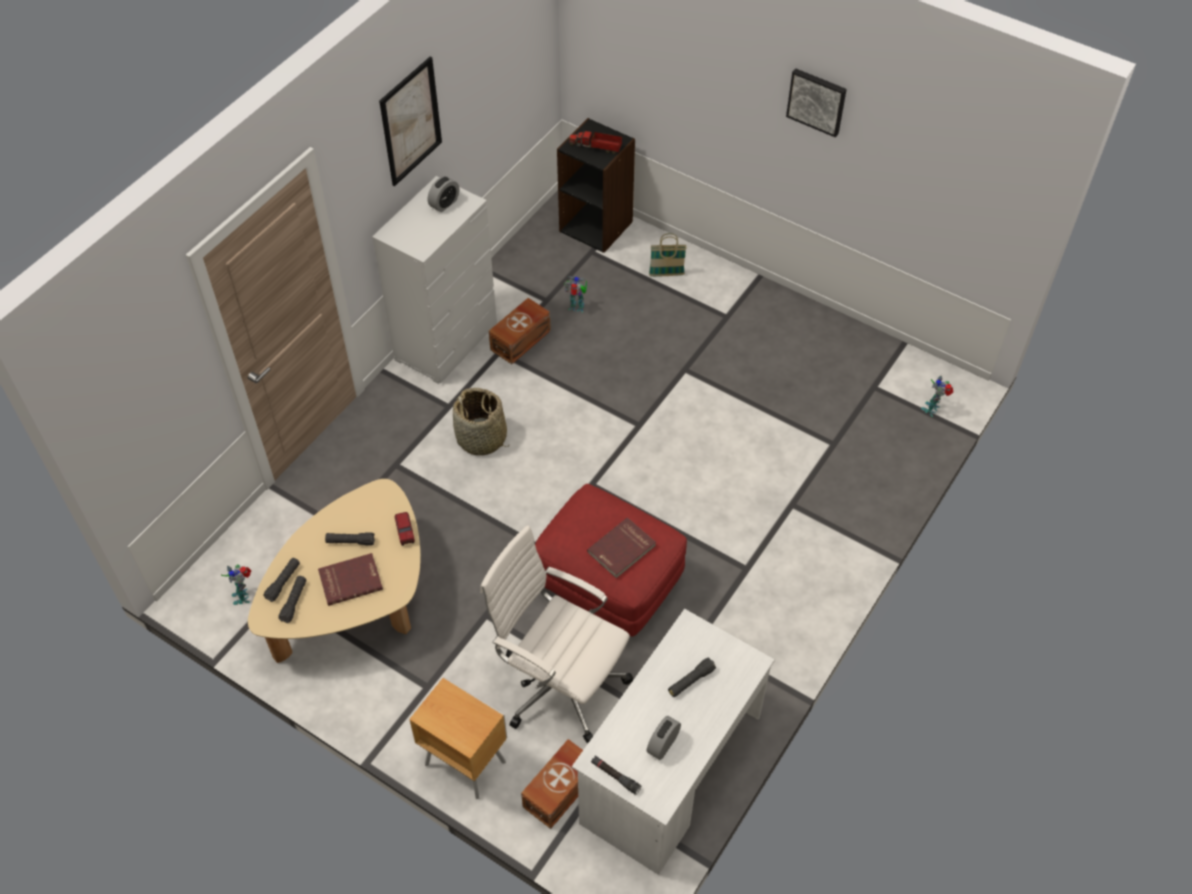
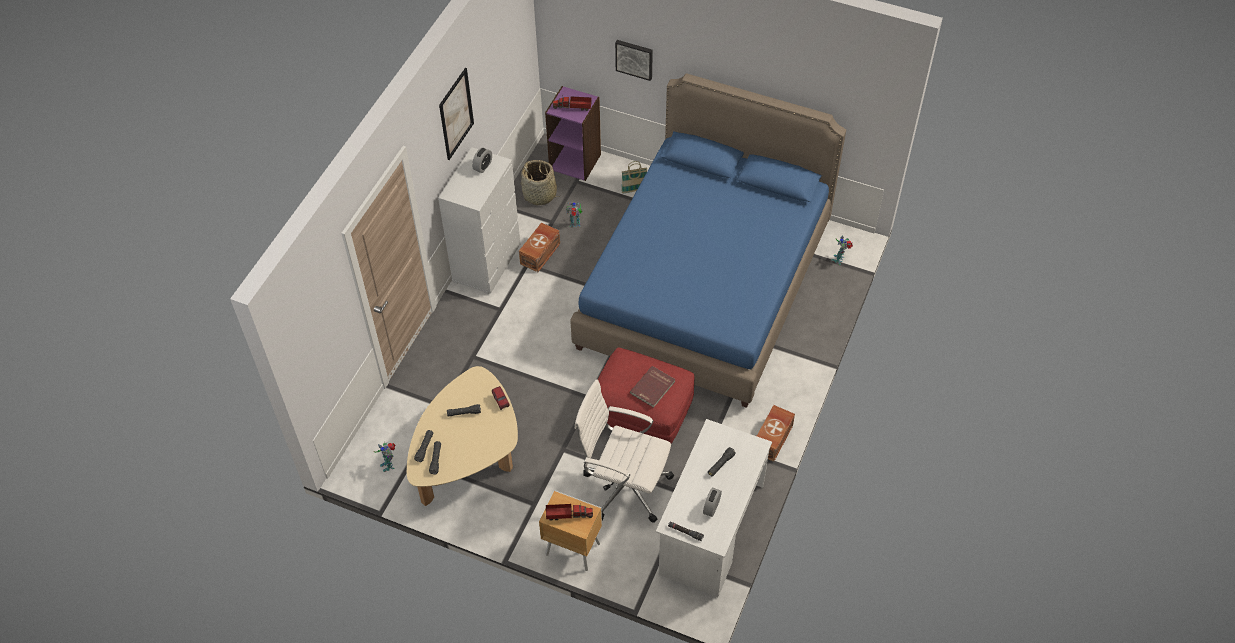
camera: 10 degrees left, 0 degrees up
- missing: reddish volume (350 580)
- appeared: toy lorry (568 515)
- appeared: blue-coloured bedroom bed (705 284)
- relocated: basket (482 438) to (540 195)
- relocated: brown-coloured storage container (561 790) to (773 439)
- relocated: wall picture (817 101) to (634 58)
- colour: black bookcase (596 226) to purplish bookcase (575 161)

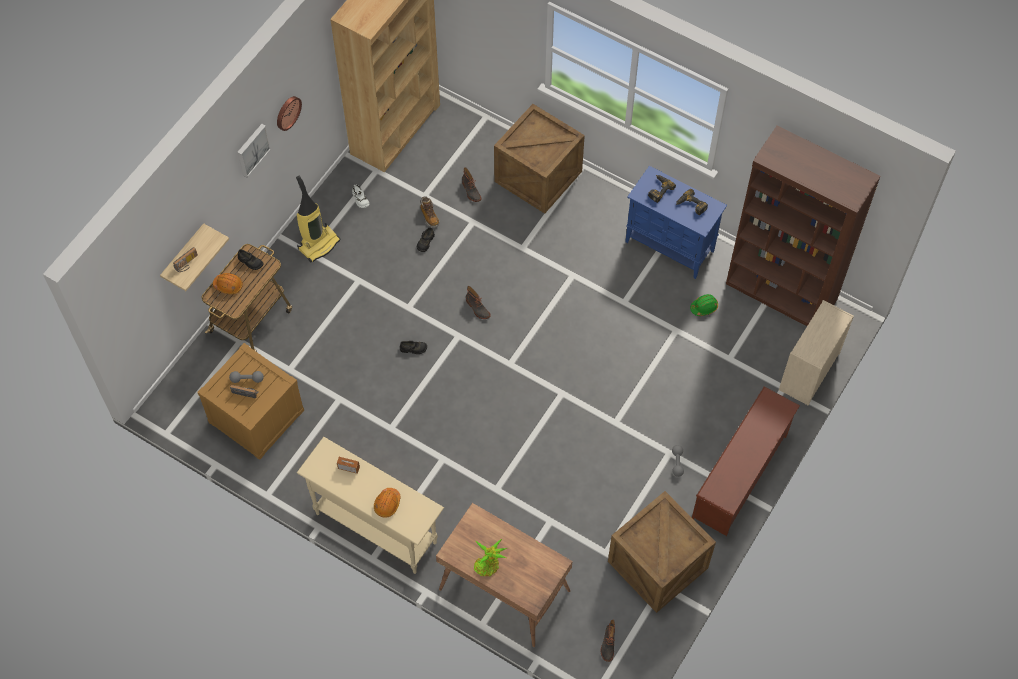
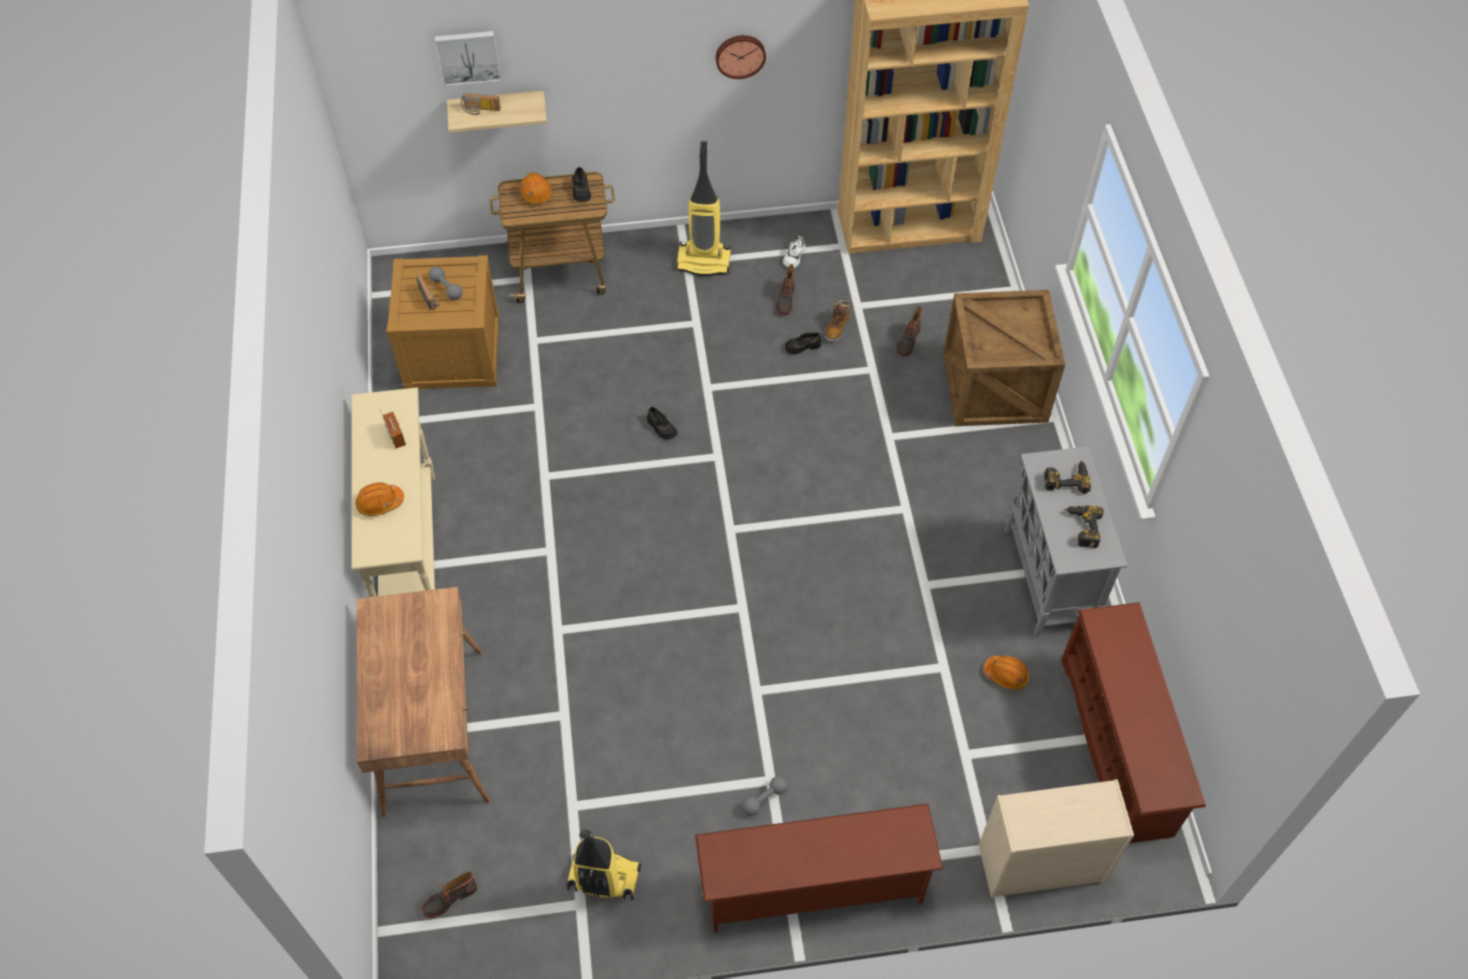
camera: 50 degrees right, 5 degrees down
- missing: potted plant (488 564)
- relocated: wall picture (252 149) to (468 56)
- relocated: boot (477 308) to (785 300)
- exchanged: shipping crate (657 566) to hoover (603 879)
- exchanged: brown-coloured bookcase (781 292) to brown-coloured shoe rack (1118 747)
- colour: blue-coloured storage cabinet (670 246) to gray storage cabinet (1049 579)
- colour: green-coloured hard hat (704 307) to orangey hard hat (1006 674)

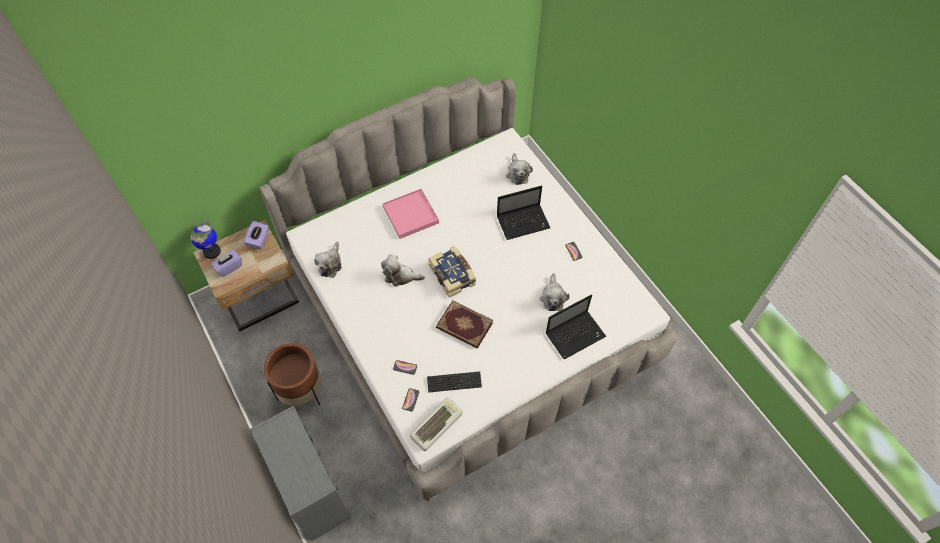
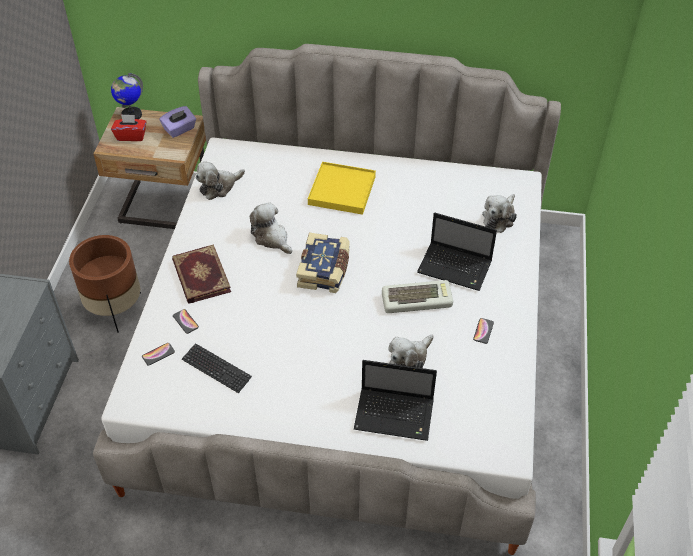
camera: 40 degrees right, 10 degrees down
- relocated: keyboard (436 424) to (417 299)
- relocated: volume (464 326) to (200 276)
- colour: purplish tissue holder (229 267) to reddish tissue holder (131 136)
- colour: pinkish carrying tray (410 215) to yellow carrying tray (342 190)

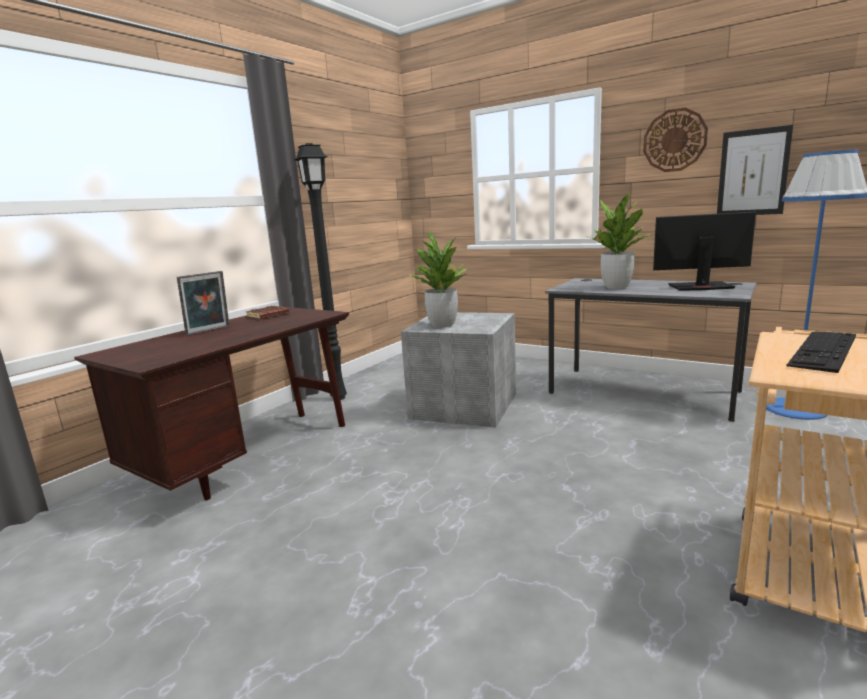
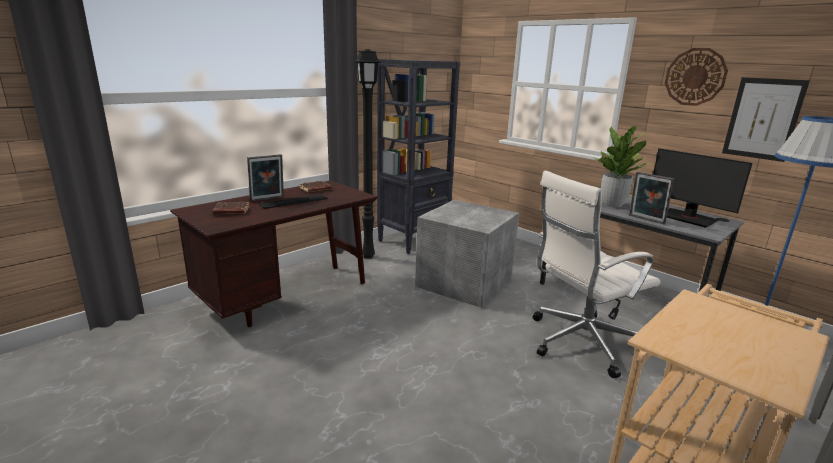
camera: 10 degrees right, 5 degrees up
- missing: potted plant (442 325)
- appeared: brown-coloured volume (231 211)
- appeared: black bookcase (414 240)
- appeared: whitish computer chair (580 342)
- appeared: standing frame (645 220)
- relocated: keyboard (823 350) to (293 201)
- spun: monitor (700 287) = (687 218) 150 degrees counterclockwise

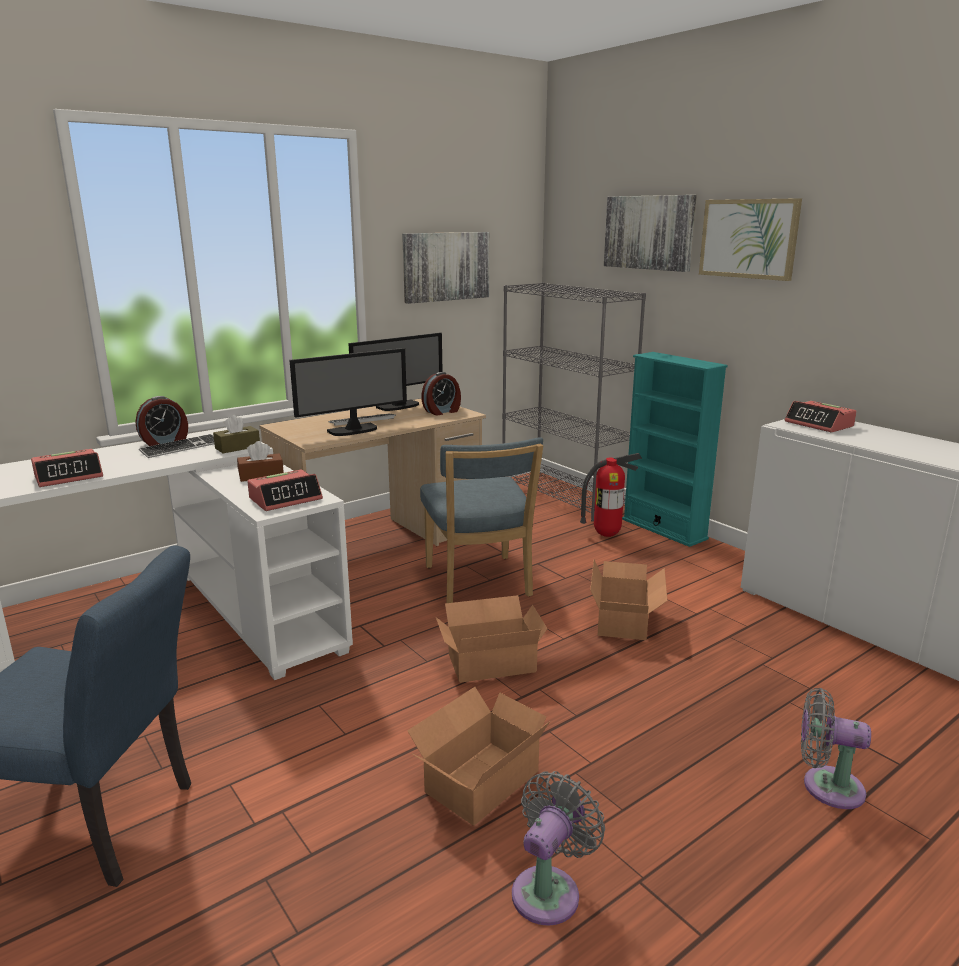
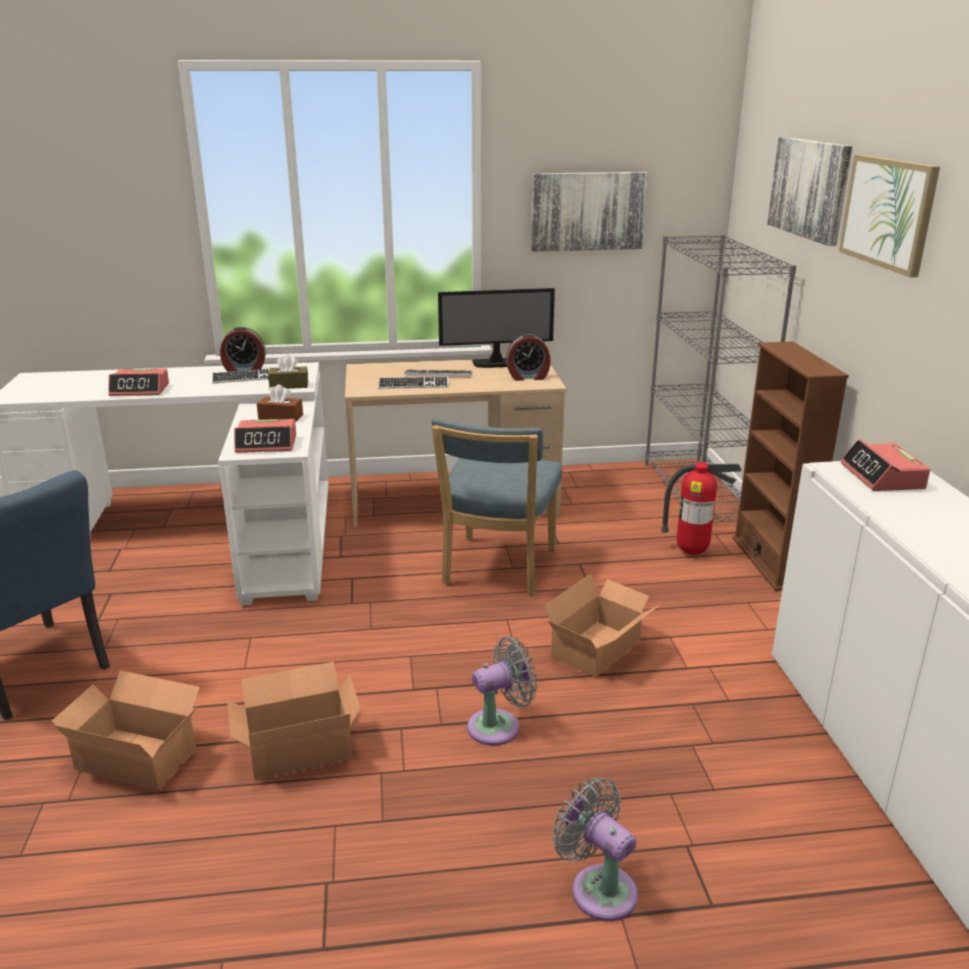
camera: 30 degrees right, 5 degrees up
- relocated: packing box (489 661) to (137 755)
- relocated: gray cooling fan (549 890) to (499 726)
- exchanged: monitor (353 431) to keyboard (413 385)
- colour: turquoise-coloured bookcase (664 529) to brown-coloured bookcase (770 562)

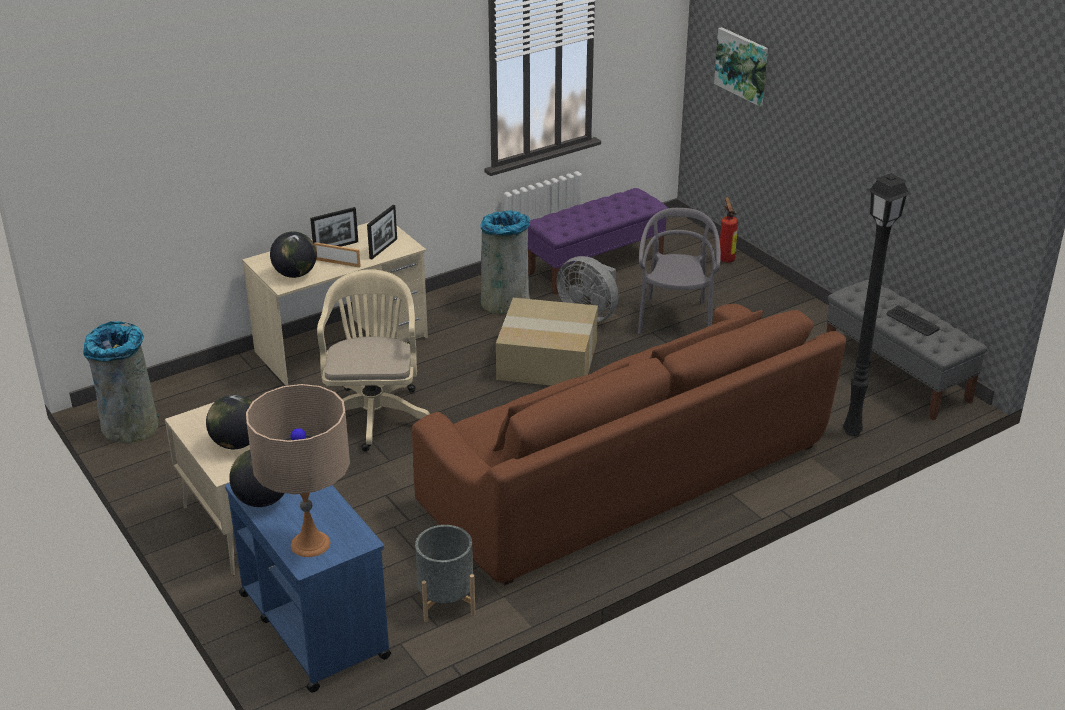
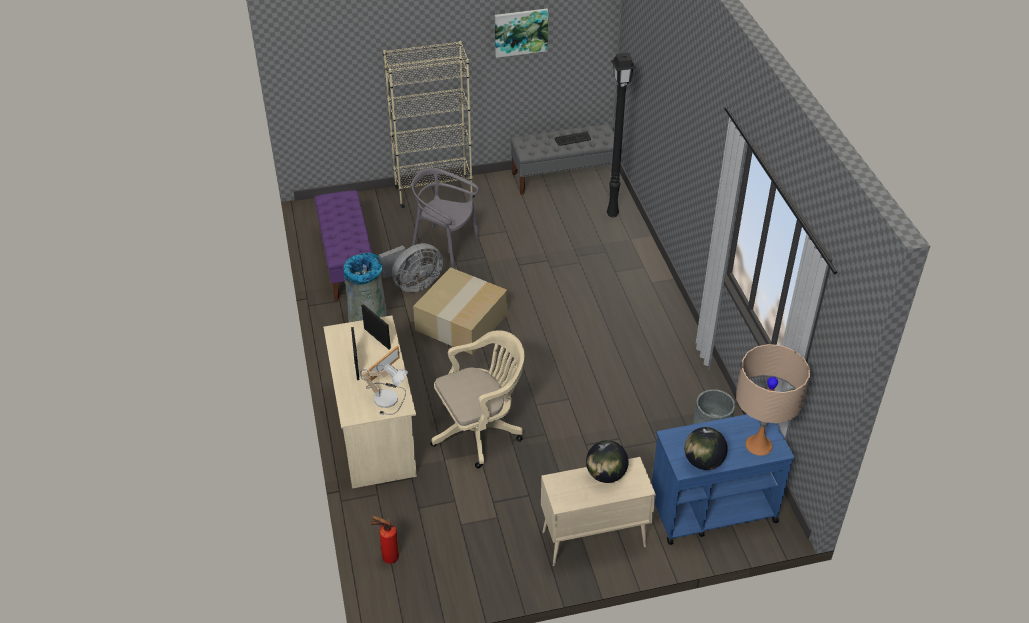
camera: 70 degrees left, 10 degrees up
- missing: gray waste bin (129 426)
- missing: brown-coloured sofa (628 478)
- appeared: beige-coloured bookcase (434 192)
- relocated: wall picture (742 65) to (520 32)
- relocated: extinguisher (726 258) to (388 557)
- exchanged: world globe (295 274) to tabletop lamp (388 397)
- spun: beige-coloured computer chair (374 412) = (480 430) 135 degrees clockwise

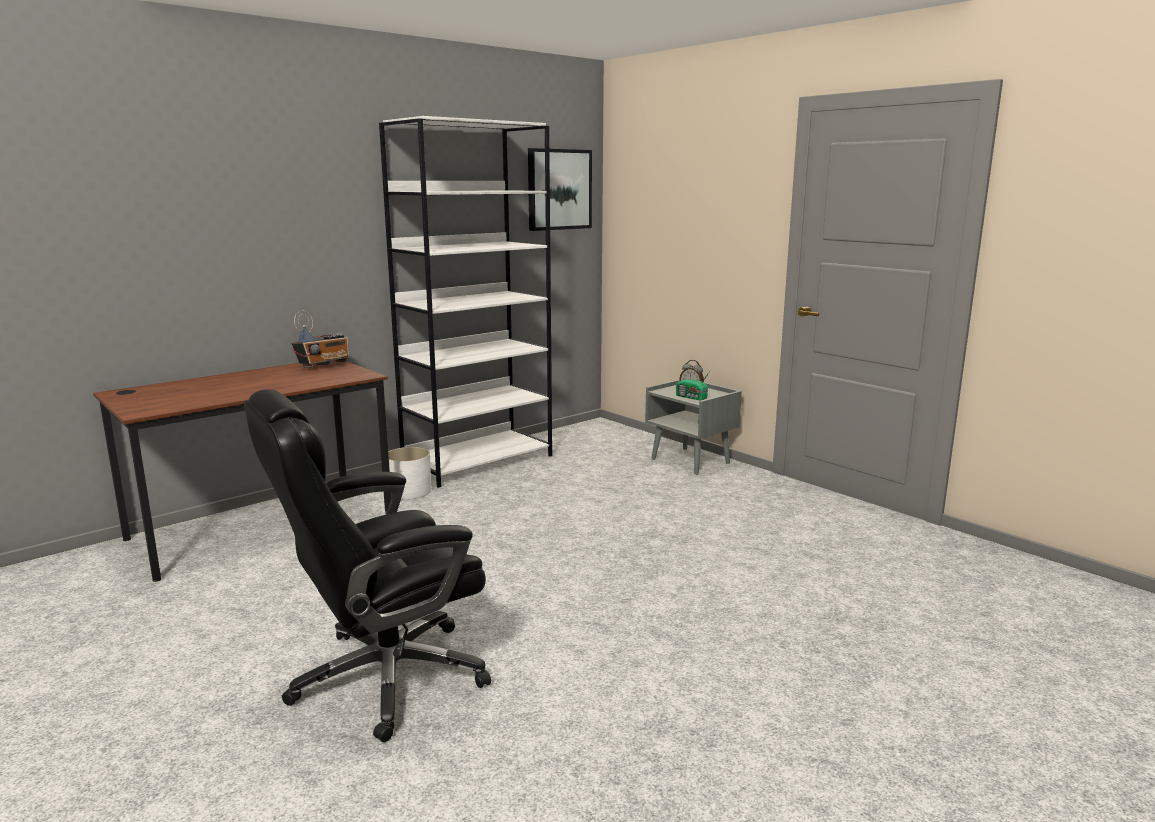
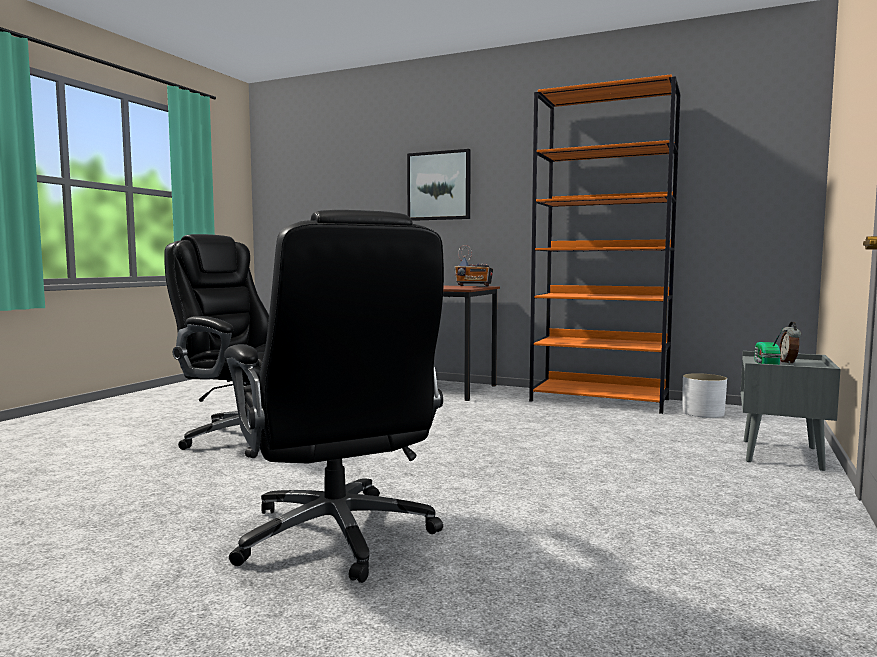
camera: 65 degrees right, 10 degrees down
- appeared: black computer chair (337 537)
- relocated: whitish plant pot (409 491) to (702 413)
- relocated: wall picture (559 189) to (439 186)
- colour: whitish bookcase (478 461) to orangey bookcase (600 400)

